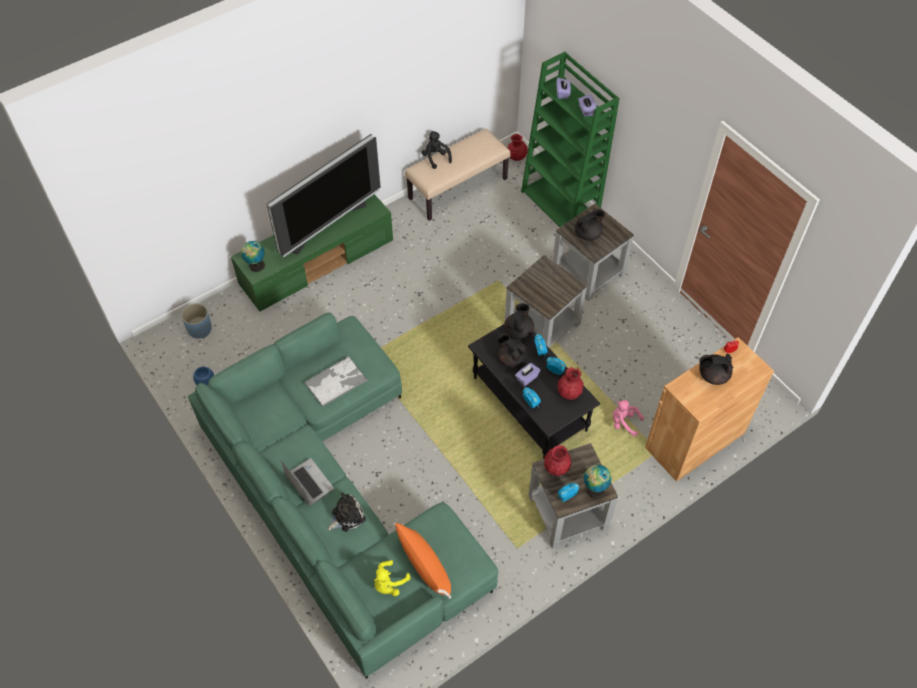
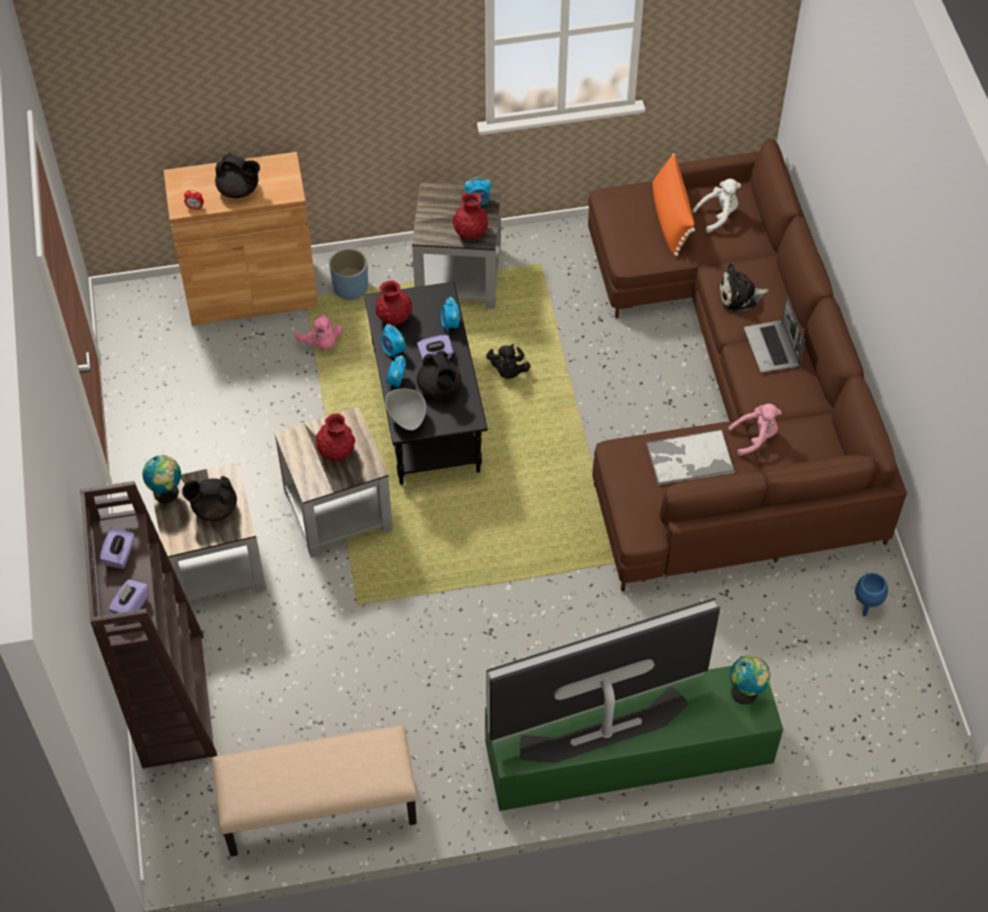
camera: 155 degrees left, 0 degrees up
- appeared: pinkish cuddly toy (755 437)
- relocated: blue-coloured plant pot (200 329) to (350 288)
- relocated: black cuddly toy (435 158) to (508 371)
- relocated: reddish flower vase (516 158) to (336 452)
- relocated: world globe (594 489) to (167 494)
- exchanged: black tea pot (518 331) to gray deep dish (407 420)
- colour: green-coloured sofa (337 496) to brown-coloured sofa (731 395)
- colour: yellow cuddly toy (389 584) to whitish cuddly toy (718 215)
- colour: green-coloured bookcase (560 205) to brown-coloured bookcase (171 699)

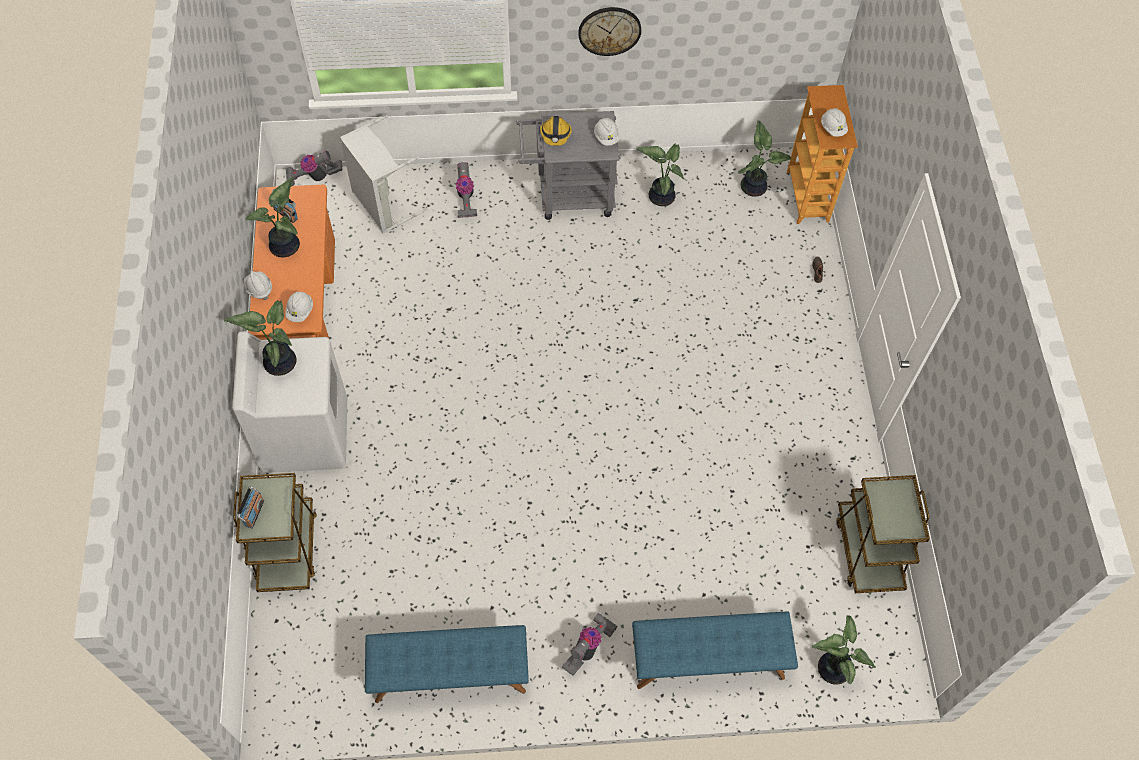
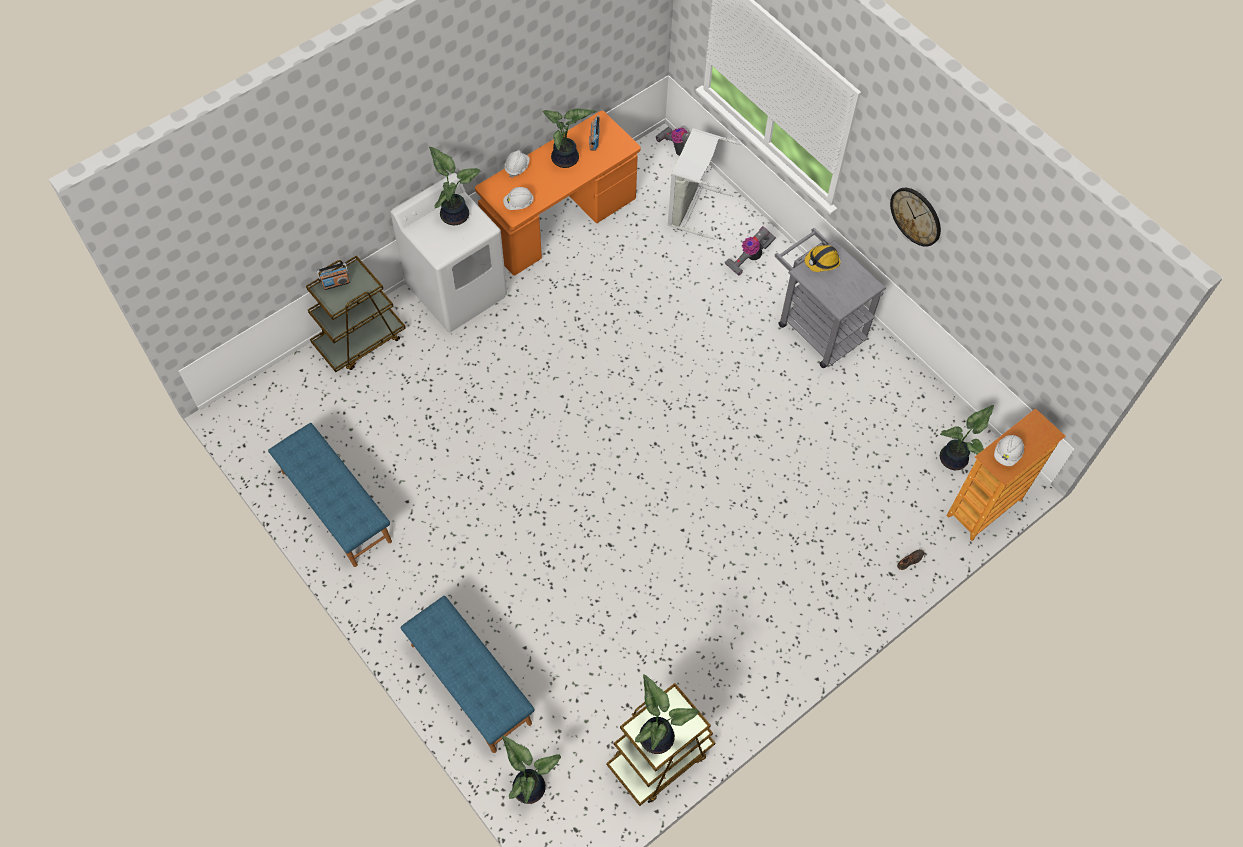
camera: 55 degrees right, 0 degrees up
- missing: hoover (588 647)
- missing: whitish hard hat (606 137)
- relocated: potted plant (660 196) to (657 735)

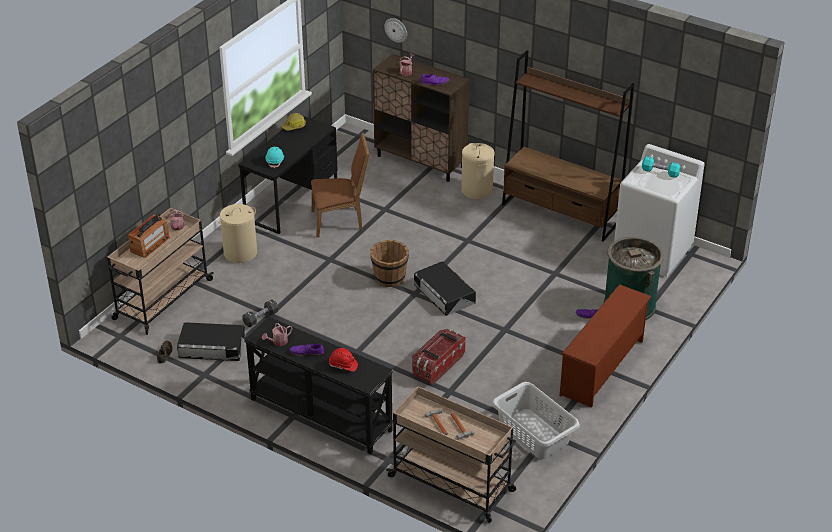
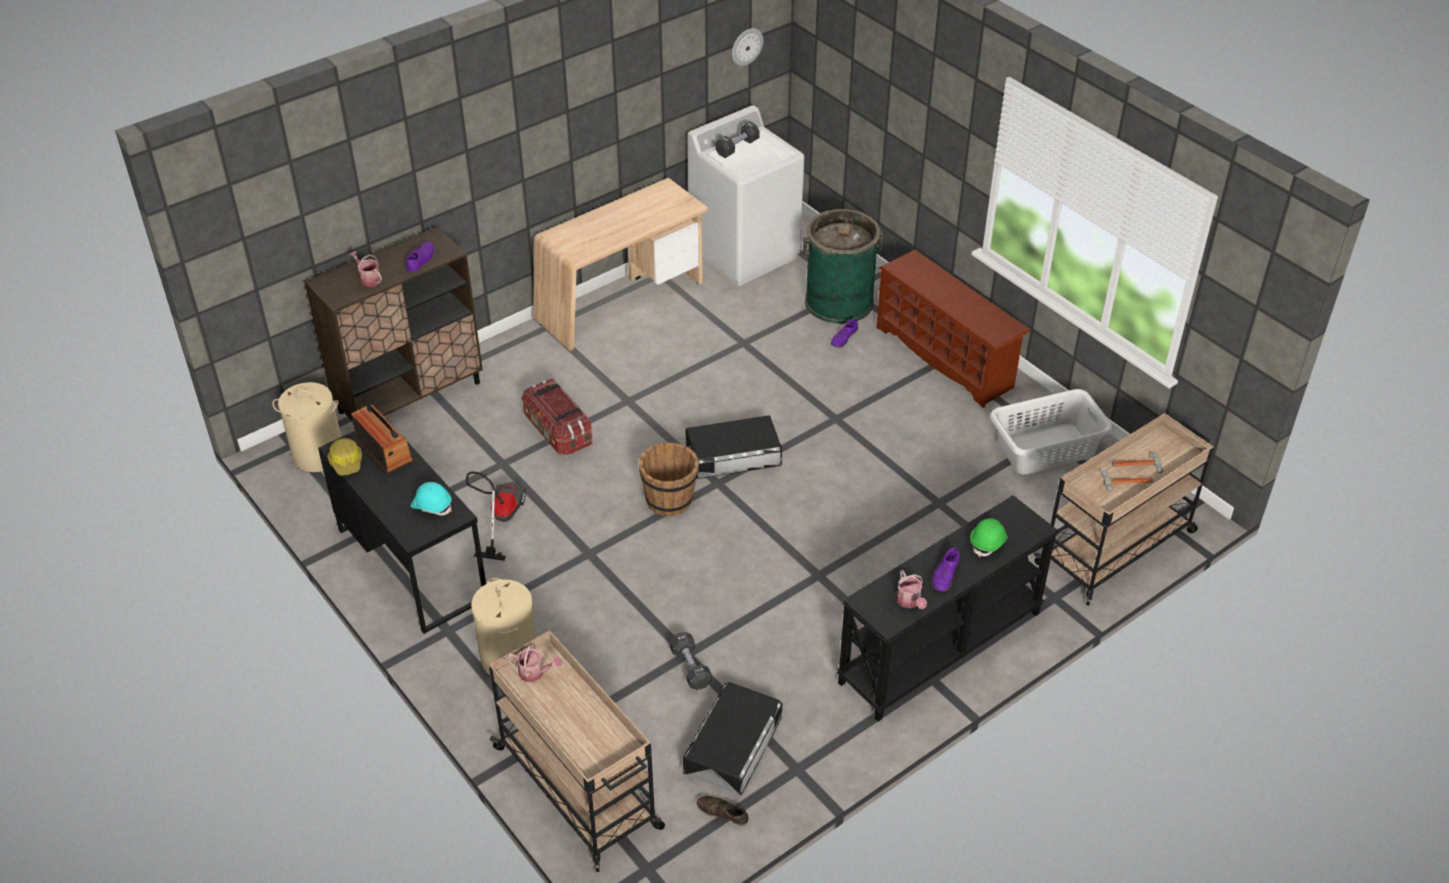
camera: 70 degrees left, 5 degrees up
- relocated: radio receiver (150 244) to (384 450)
- relocated: clock on the wall (396 30) to (746 46)
- relocated: storage container (438 365) to (557 431)
- relocated: beige-coloured hamper (476 190) to (318 455)
- exchanged: brown-coloured upright chair (340 221) to hoover (500 519)
- exchanged: brown-coloured bookcase (560 214) to beige-coloured desk unit (622 302)
- colour: reddish hard hat (343 365) to green-coloured hard hat (988 542)
- colour: turquoise-coloured free weight (660 172) to black free weight (737 147)

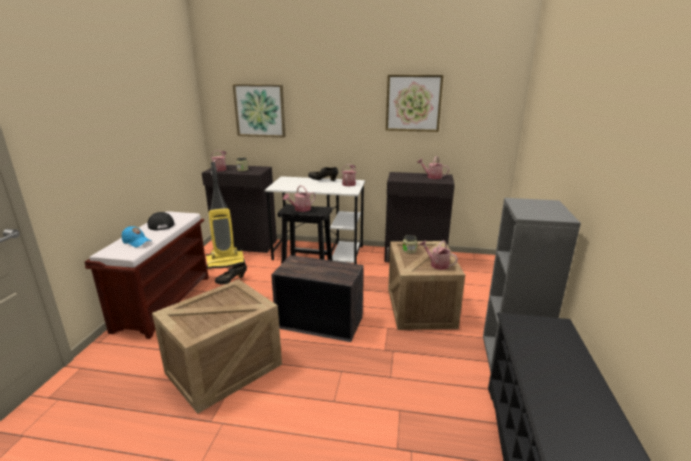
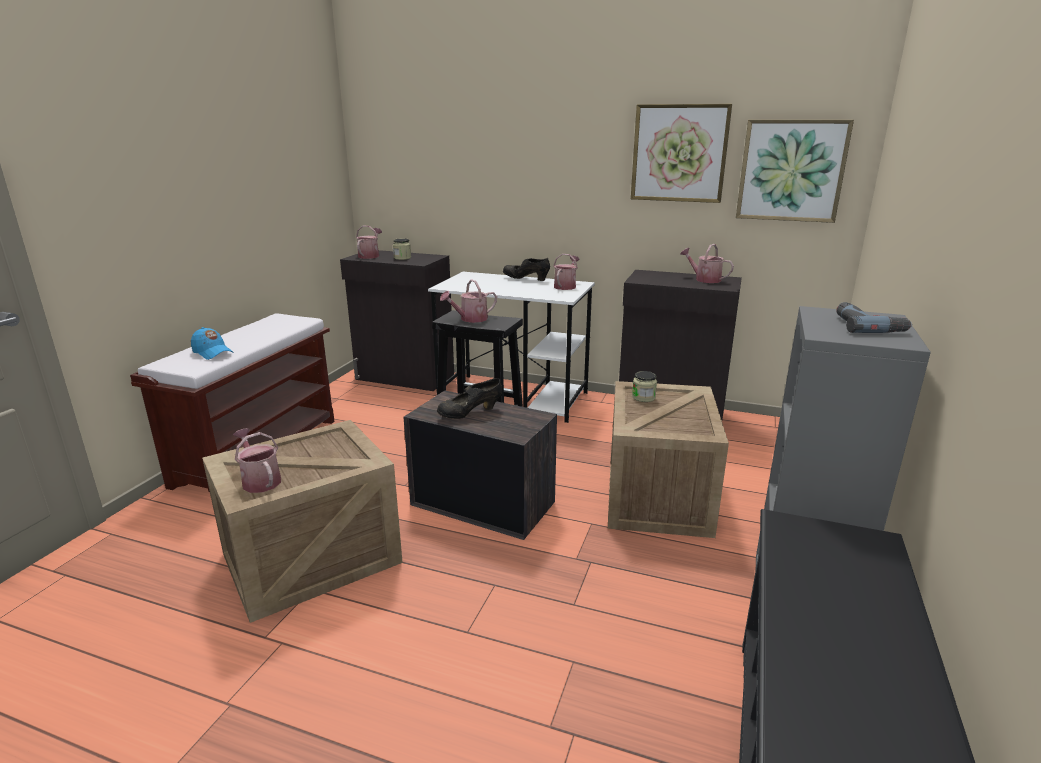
camera: 10 degrees right, 0 degrees up
- missing: black cap (160 224)
- missing: hoover (226 262)
- appeared: drill (867 325)
- relocated: black item of footwear (231 281) to (470 414)
- relocated: wall picture (260 110) to (791 170)
- relocated: watering can (437 264) to (259 480)

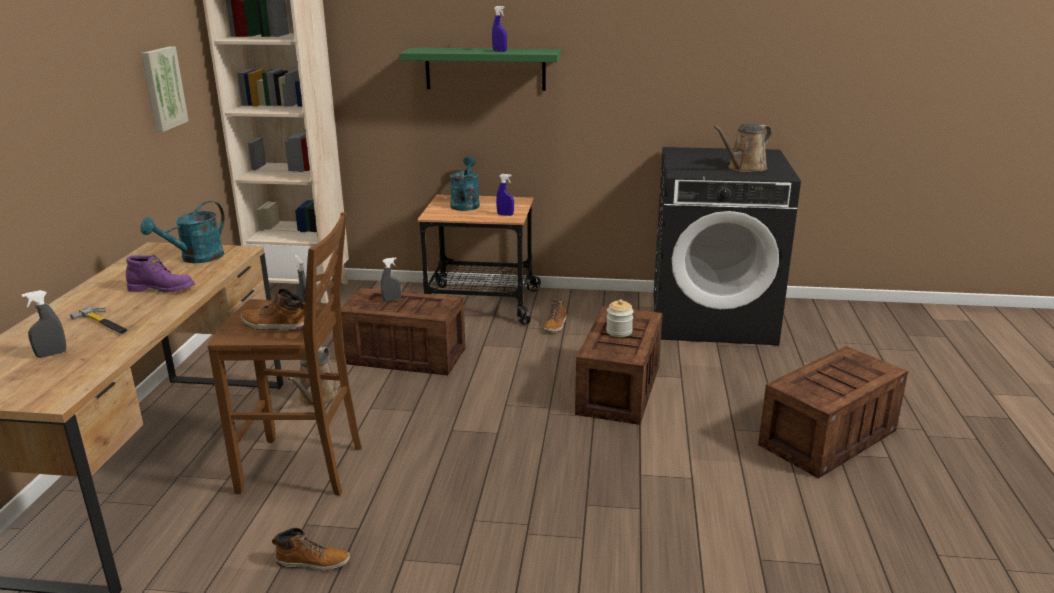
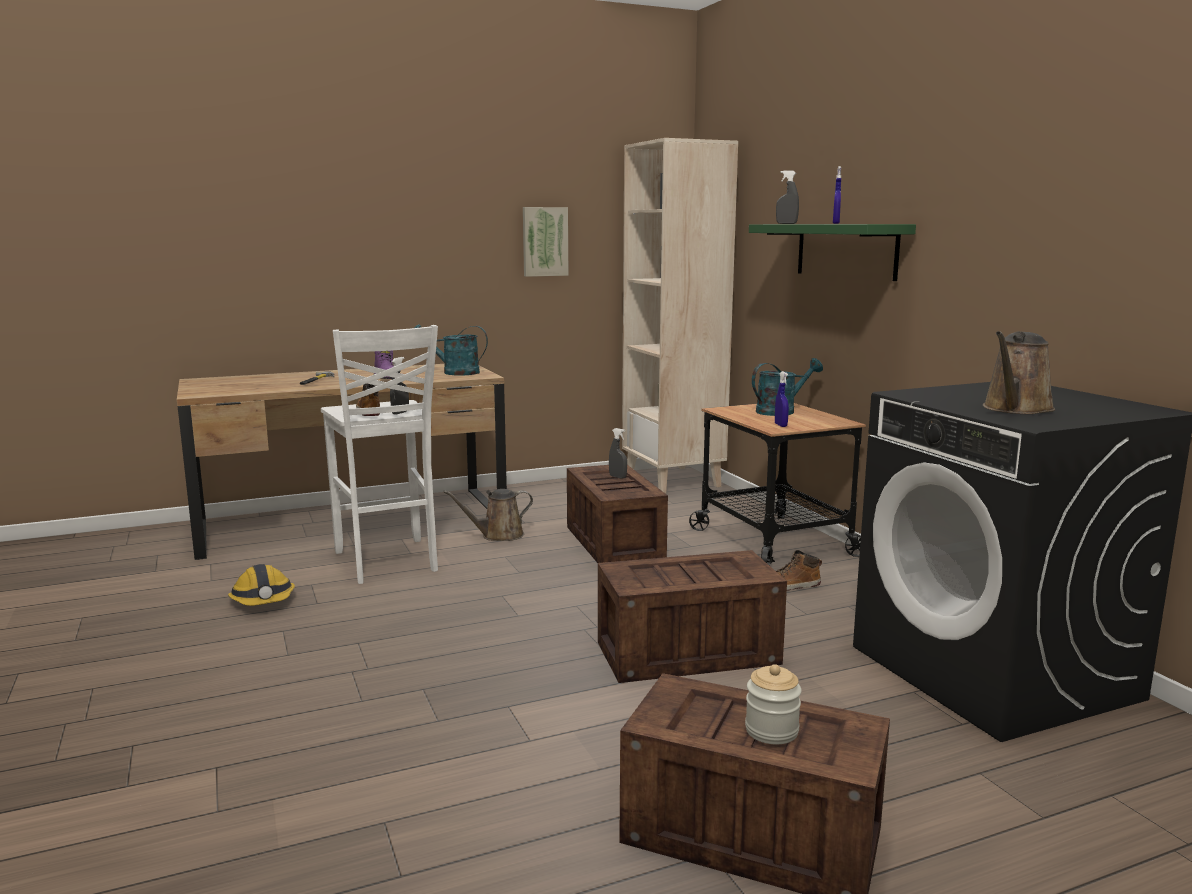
camera: 60 degrees right, 10 degrees down
- relocated: gray spray bottle (51 354) to (786 223)
- relocated: storage jar (619 332) to (771 731)
- exchanged: boot (313 562) to hard hat (263 601)
- colour: brown-coloured stool seat (305 469) to whitish stool seat (387 562)
- spun: brown-coloured watering can (744 168) = (1016 409) 75 degrees counterclockwise

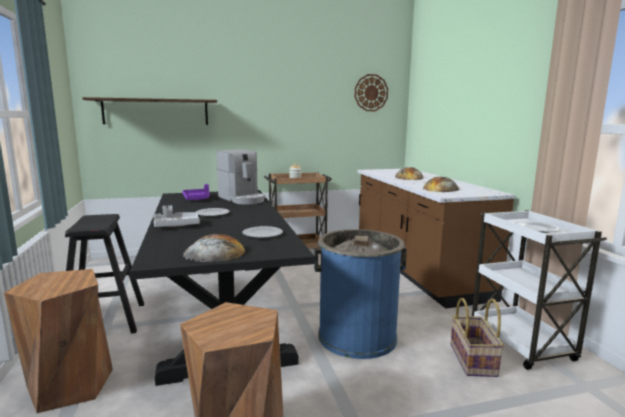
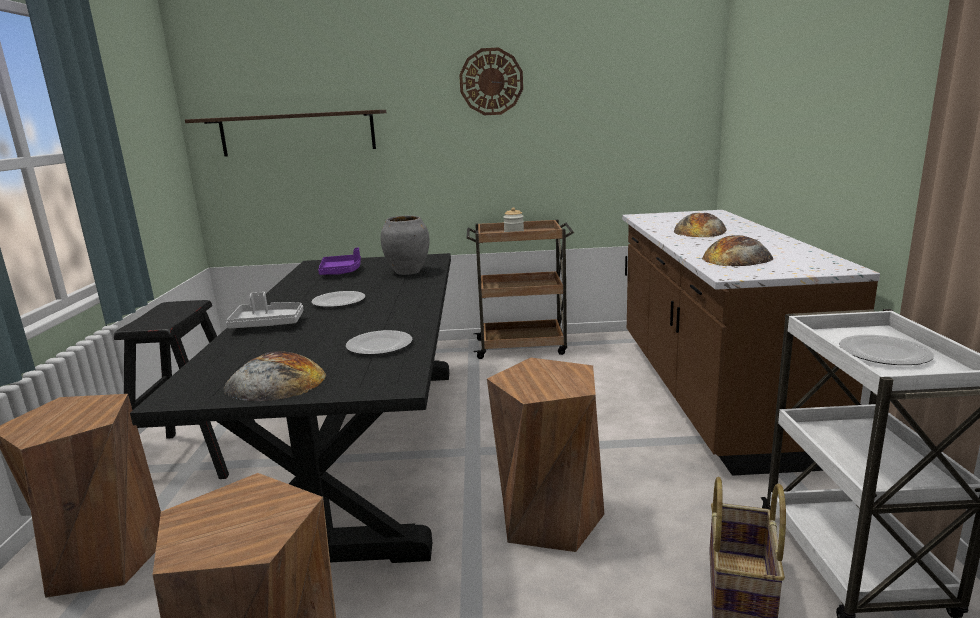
camera: 15 degrees right, 5 degrees up
- relocated: clock on the wall (371 93) to (491 82)
- exchanged: coffee maker (242 199) to gray flower vase (408 272)
- exchanged: blue-coloured waste bin (357 336) to brown-coloured stool seat (549 518)

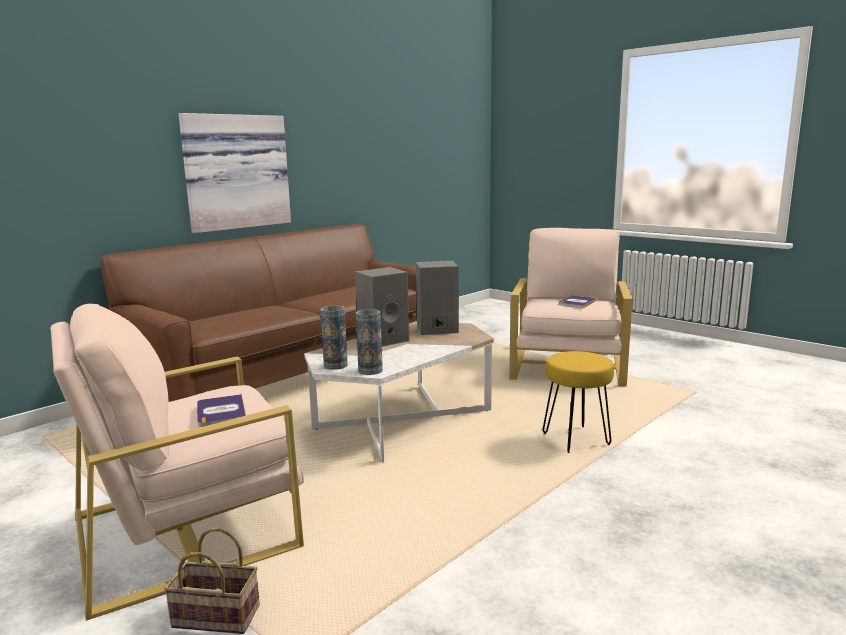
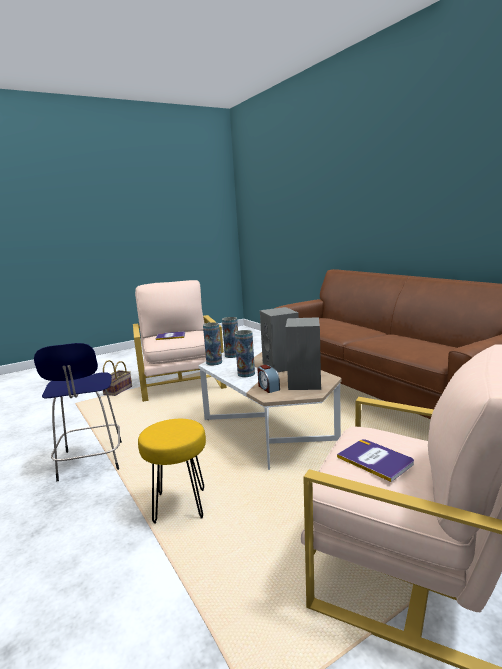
camera: 105 degrees right, 0 degrees up
- missing: wall picture (235 172)
- appeared: blue-coloured stool seat (91 462)
- appeared: flower vase (246 374)
- appeared: table clock (268 388)

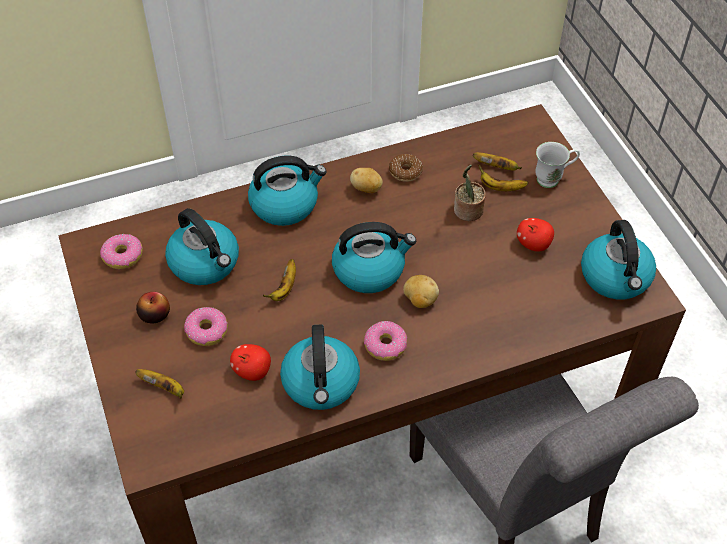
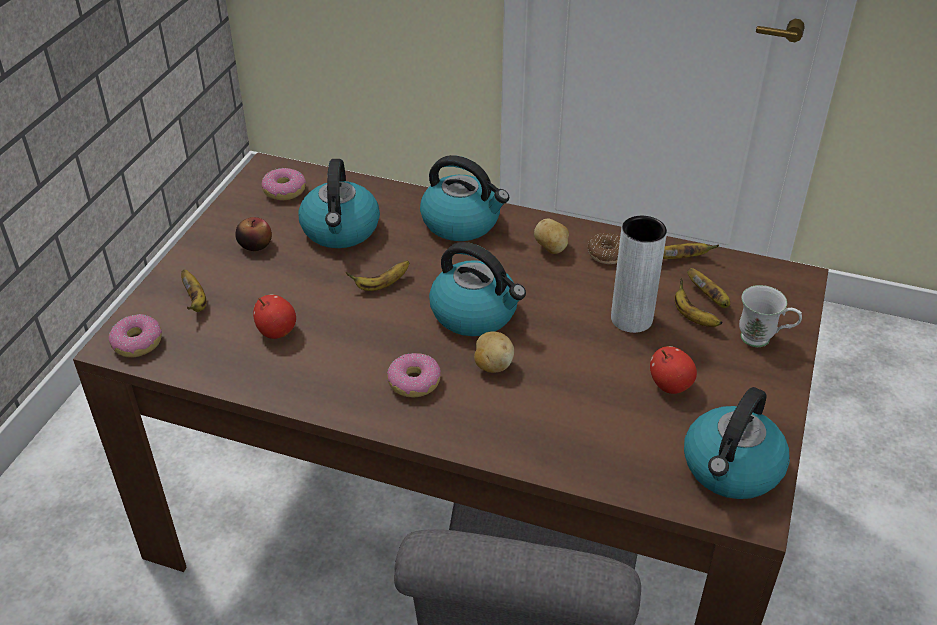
camera: 40 degrees right, 10 degrees down
- missing: tea kettle (321 384)
- appeared: banana (681 258)
- relocated: doughnut (206 331) to (137 342)
- exchanged: potted plant (467 212) to gray flower vase (631 319)

